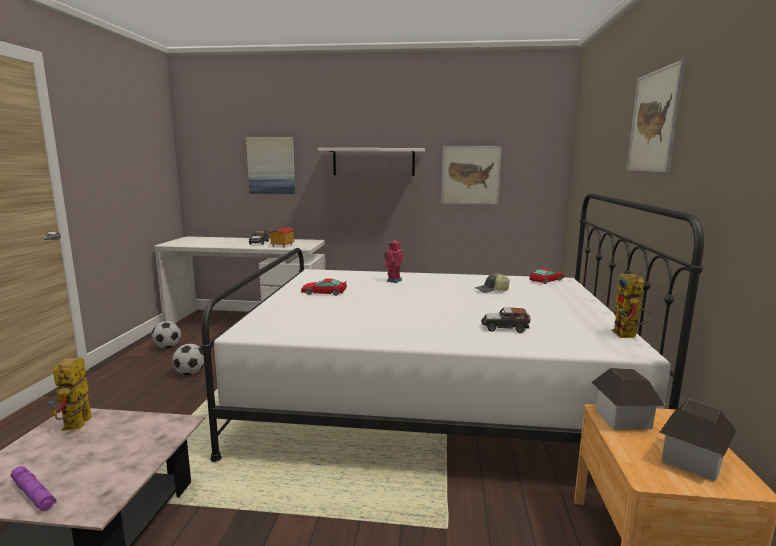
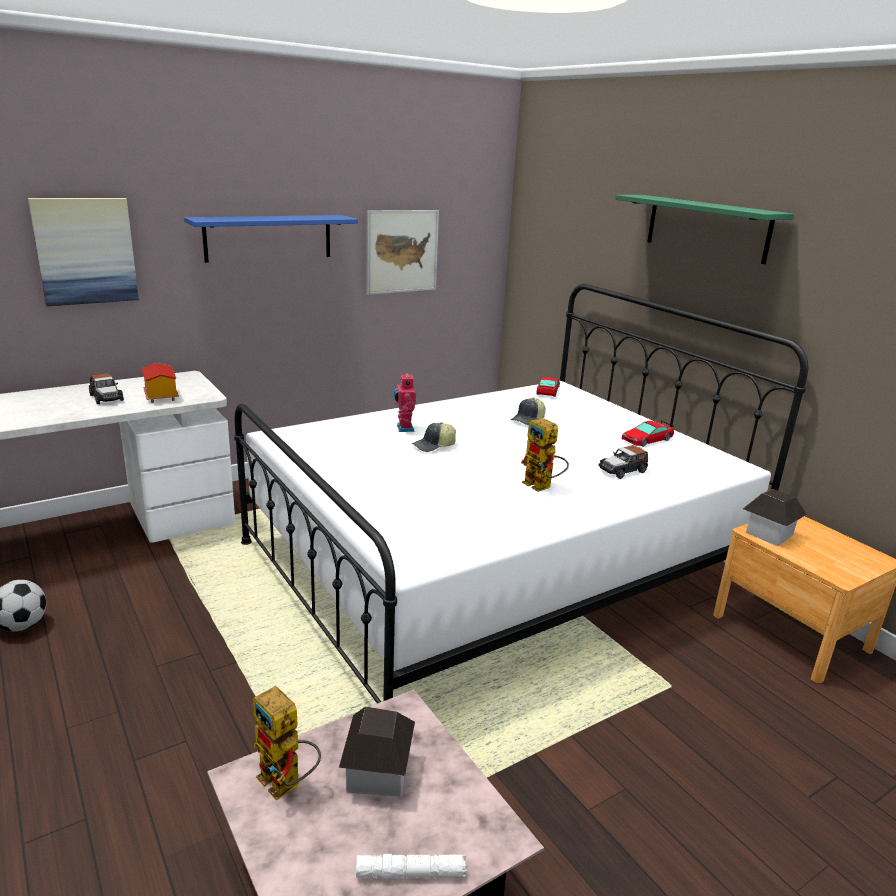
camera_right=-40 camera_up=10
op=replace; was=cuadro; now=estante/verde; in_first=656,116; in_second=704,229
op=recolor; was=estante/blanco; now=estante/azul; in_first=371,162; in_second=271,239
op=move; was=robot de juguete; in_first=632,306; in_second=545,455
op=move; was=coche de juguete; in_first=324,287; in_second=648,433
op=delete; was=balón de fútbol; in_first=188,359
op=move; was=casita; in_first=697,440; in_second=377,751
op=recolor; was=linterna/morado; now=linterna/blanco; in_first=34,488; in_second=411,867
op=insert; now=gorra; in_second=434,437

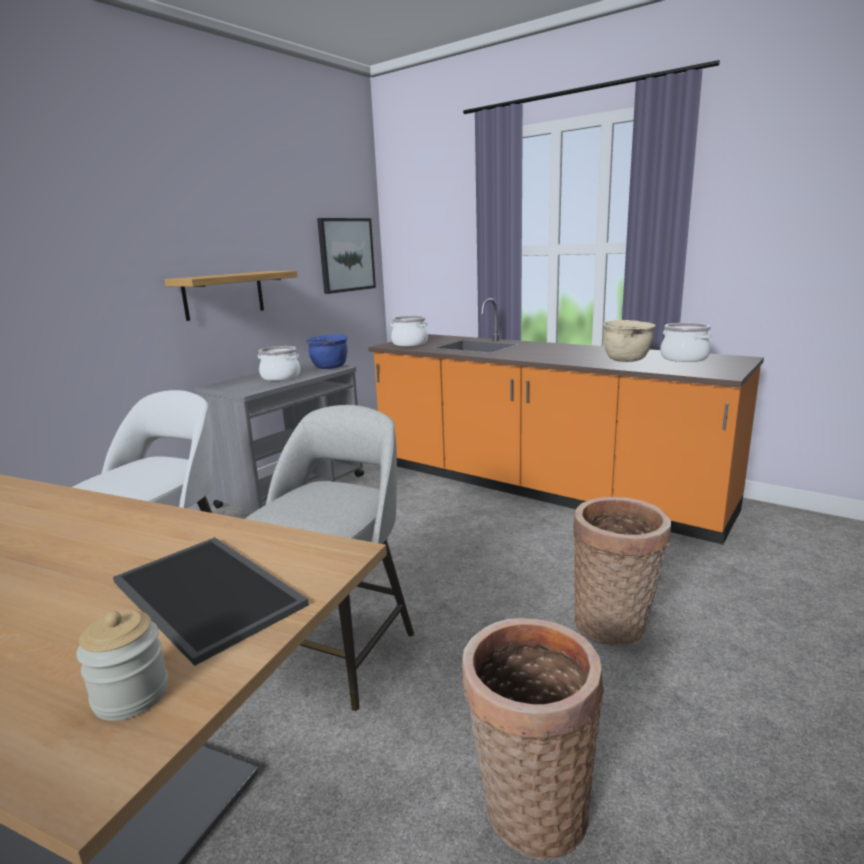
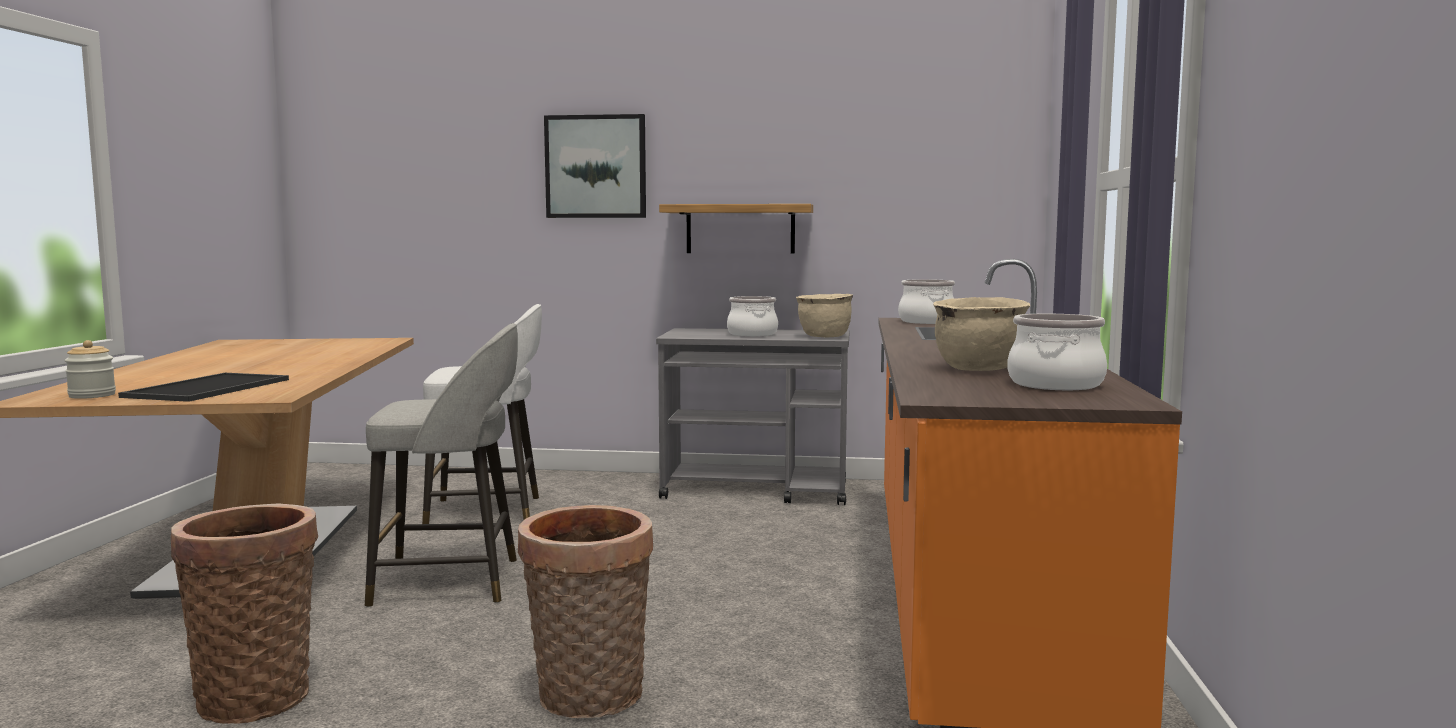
camera_right=60 camera_up=-10
op=move; was=cuadro; in_first=346,256; in_second=595,166
op=recolor; was=olla/azul; now=olla/beis; in_first=327,351; in_second=824,315

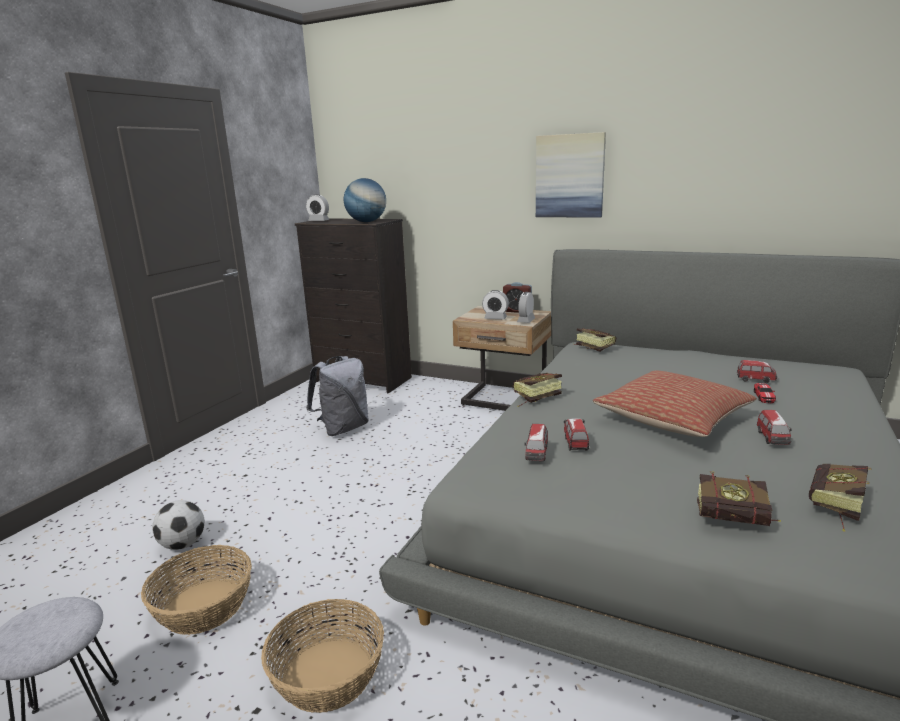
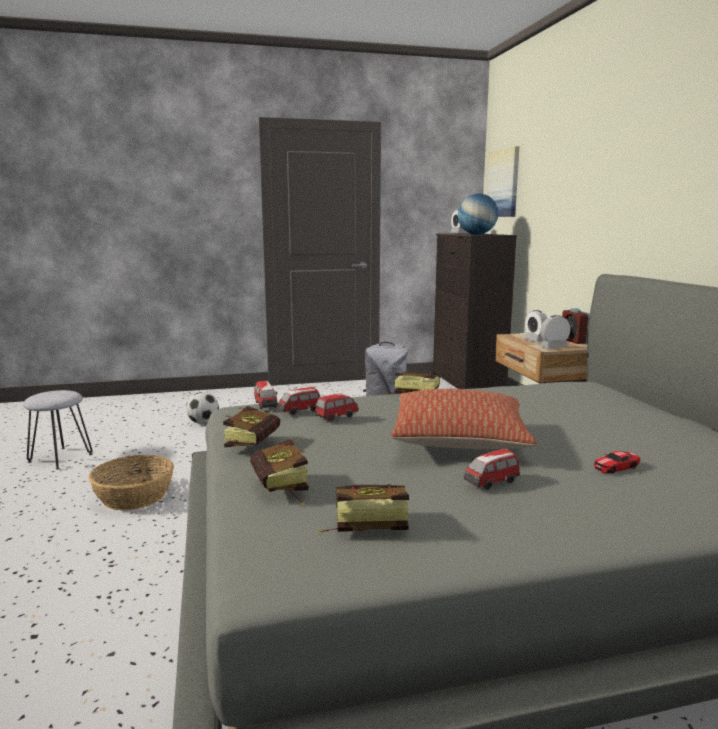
camera_right=50 camera_up=-5
op=move; was=cuadro; in_first=571,175; in_second=503,181
op=move; was=libro; in_first=595,340; in_second=251,426
op=move; was=coche de juguete; in_first=757,371; in_second=266,395
op=delete; was=cesta; in_first=196,590

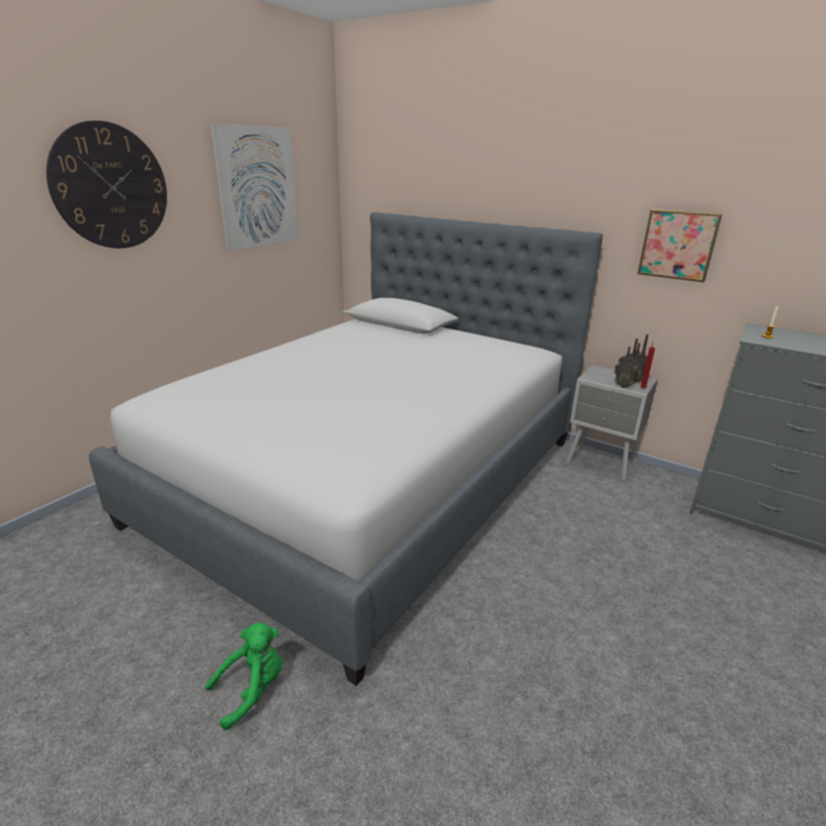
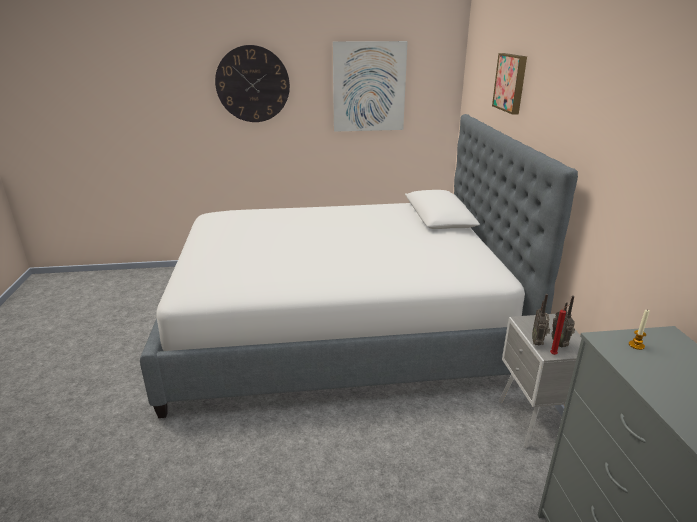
camera_right=50 camera_up=0
op=move; was=cuadro; in_first=680,245; in_second=509,84
op=delete; was=peluche/verde; in_first=243,676

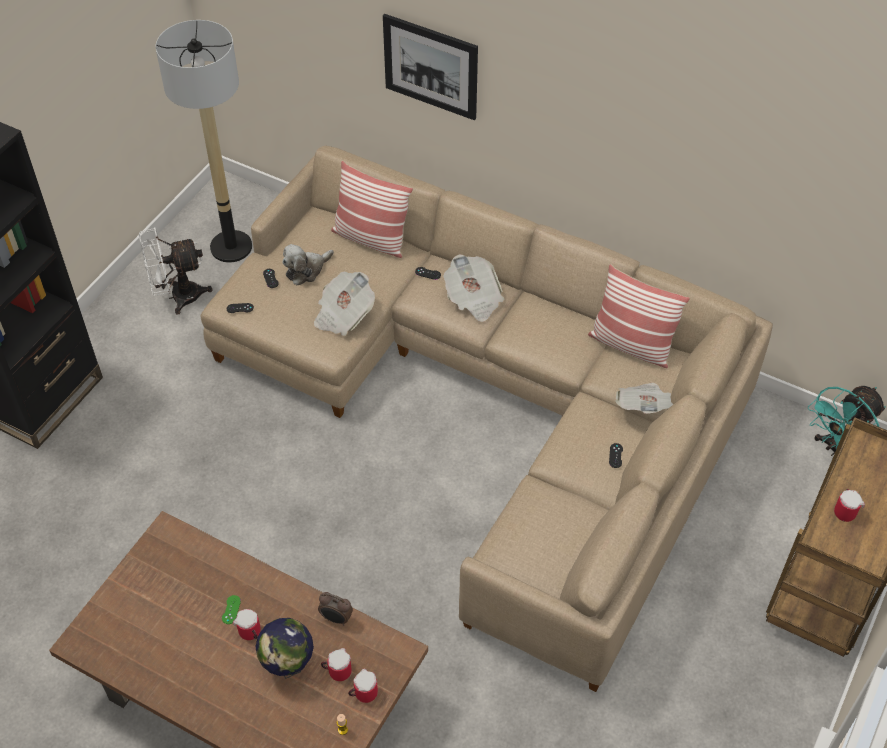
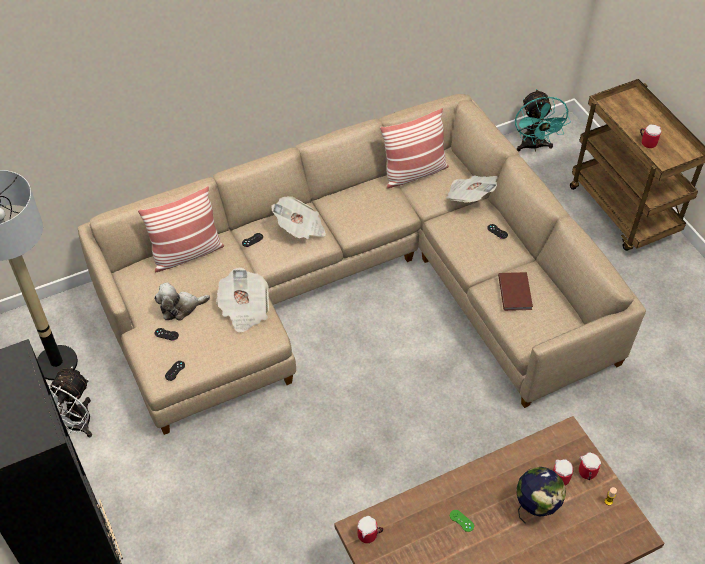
camera_right=-55 camera_up=0
op=delete; was=cuadro; in_first=430,67
op=rotate; was=peluche; in_first=308,265; in_second=182,302; clockwise=75
op=delete; was=despertador; in_first=335,608
op=move; was=taza grande; in_first=247,624; in_second=370,529
op=insert; now=libro/marrón; in_second=515,291

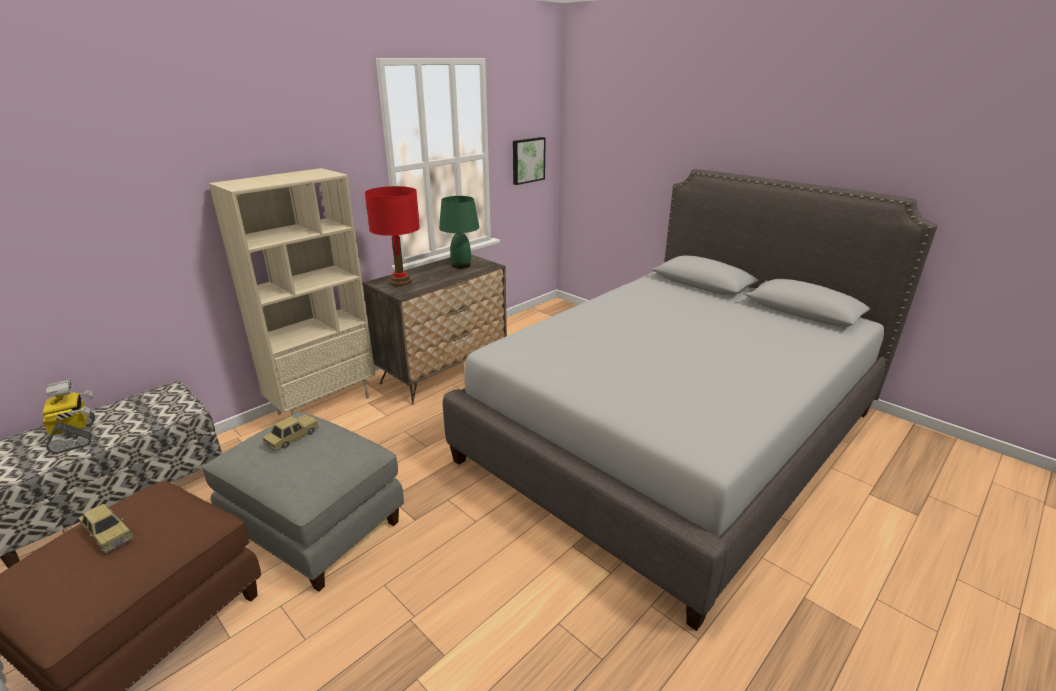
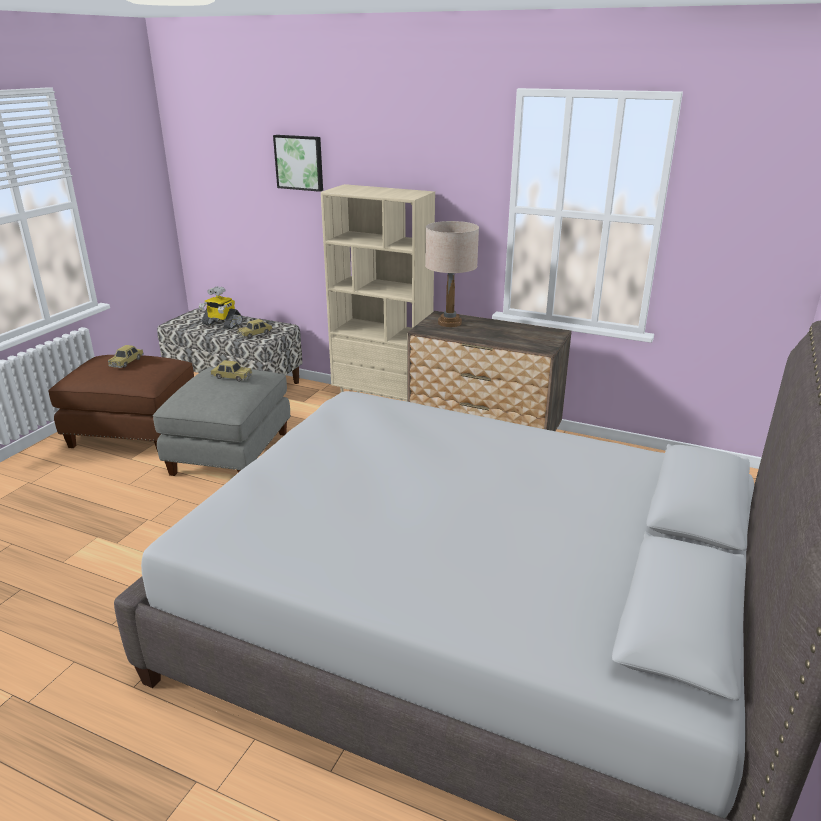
camera_right=70 camera_up=0
op=move; was=cuadro; in_first=529,161; in_second=298,163
op=recolor; was=lámpara de mesa/rojo; now=lámpara de mesa/beis; in_first=392,236; in_second=452,274
op=delete; was=lámpara de mesa/verde; in_first=459,232
op=rotate; was=robot de juguete; in_first=68,416; in_second=221,307; clockwise=75
op=insert; now=coche de juguete; in_second=255,328

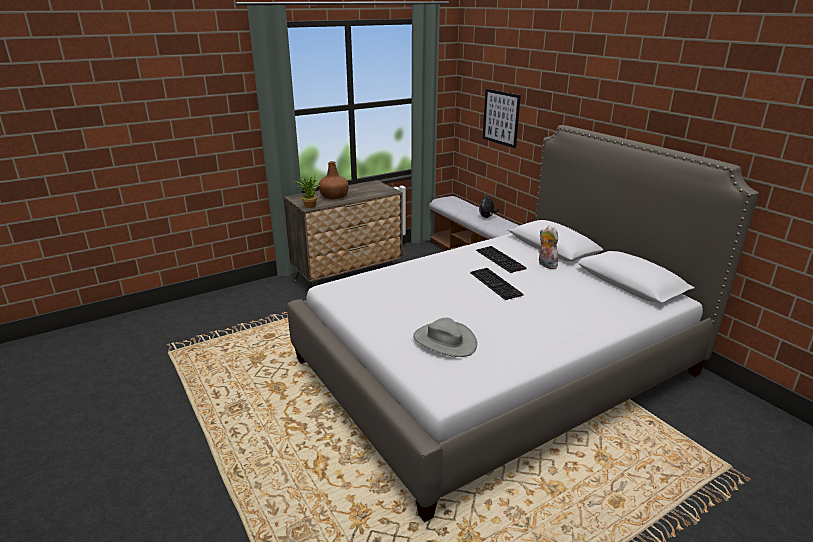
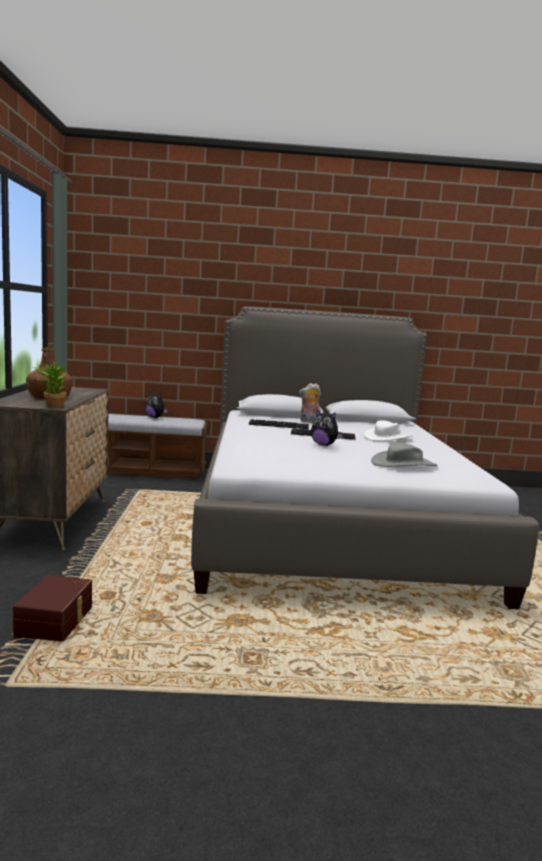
camera_right=-60 camera_up=-15
op=delete; was=cuadro; in_first=502,118
op=insert; now=peluche; in_second=327,427
op=insert; now=sombrero/blanco; in_second=388,430
op=insert; now=caja de almacenaje/marrón; in_second=52,608

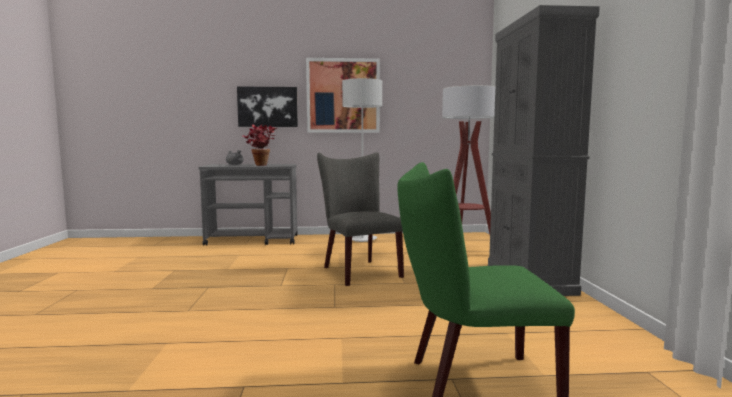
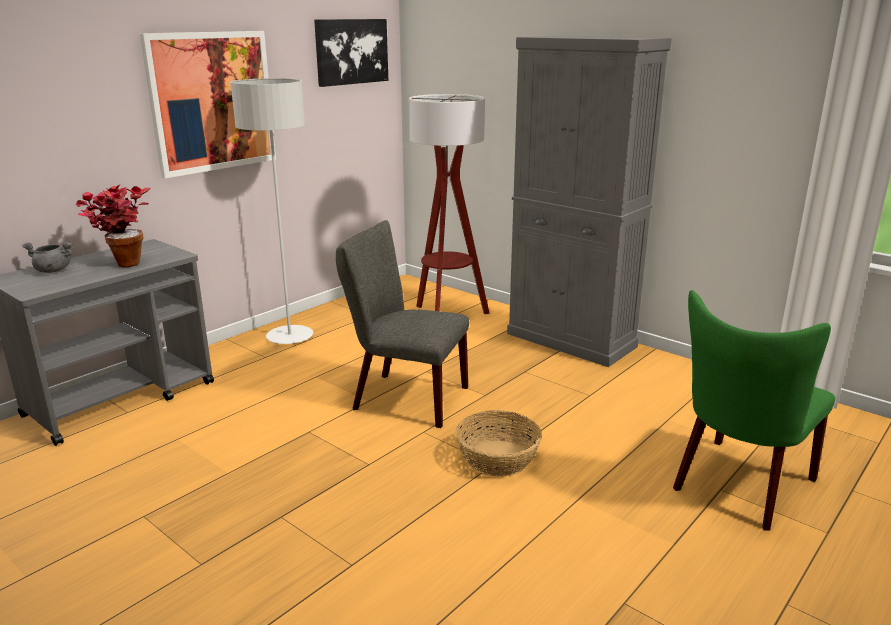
camera_right=-45 camera_up=15
op=move; was=cuadro; in_first=267,106; in_second=351,53
op=insert; now=cesta; in_second=499,443

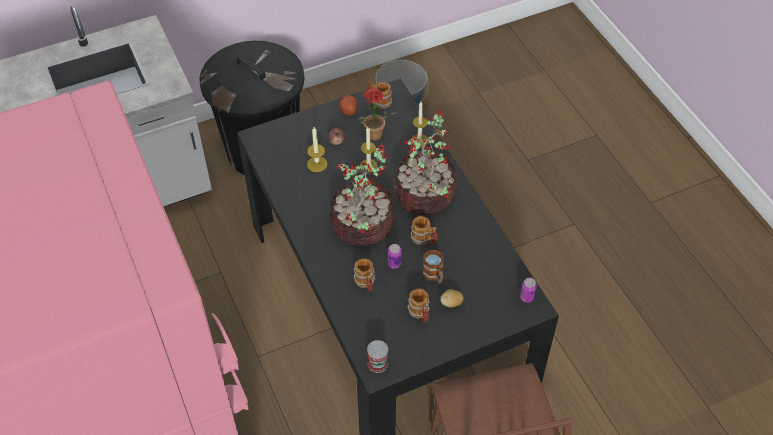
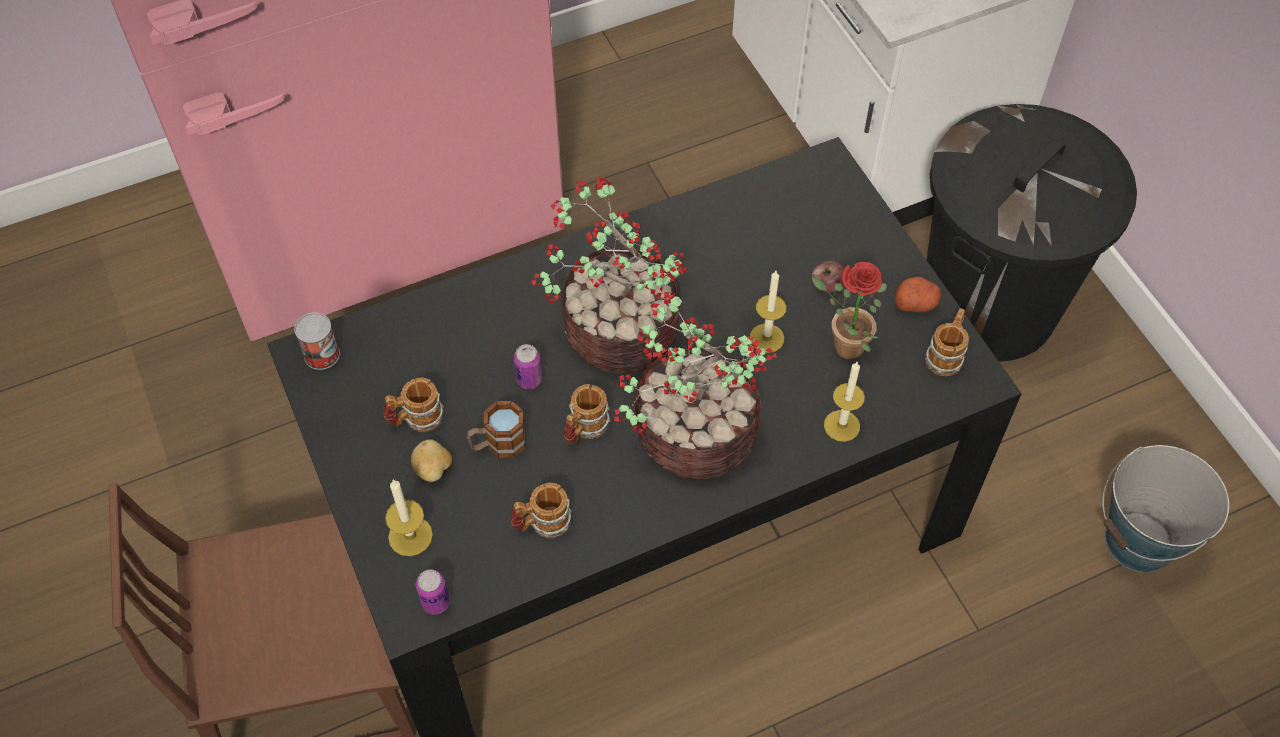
camera_right=90 camera_up=5
op=move; was=vela; in_first=317,149; in_second=409,517
op=move; was=taza grande; in_first=364,275; in_second=541,510

